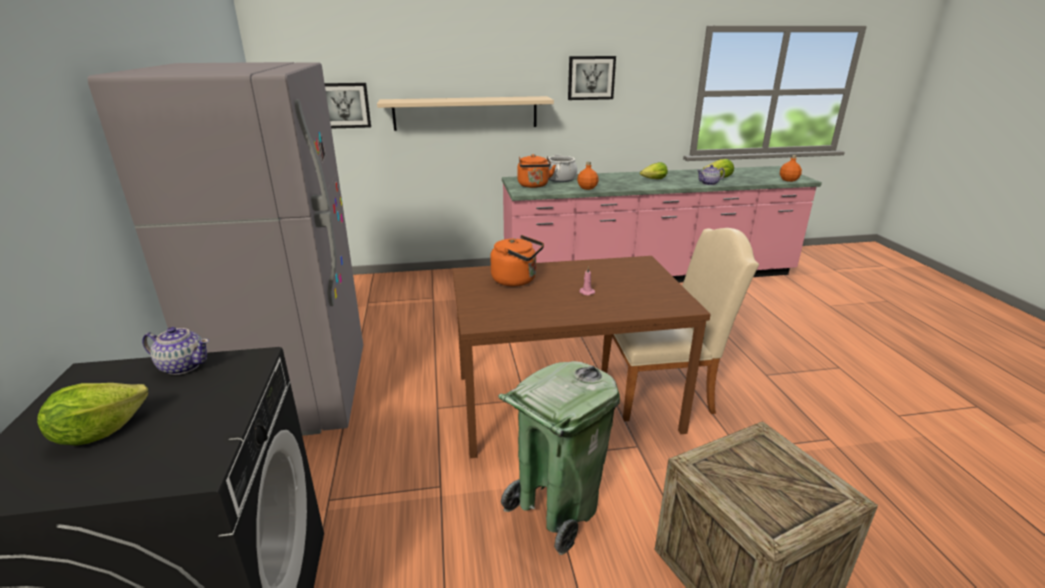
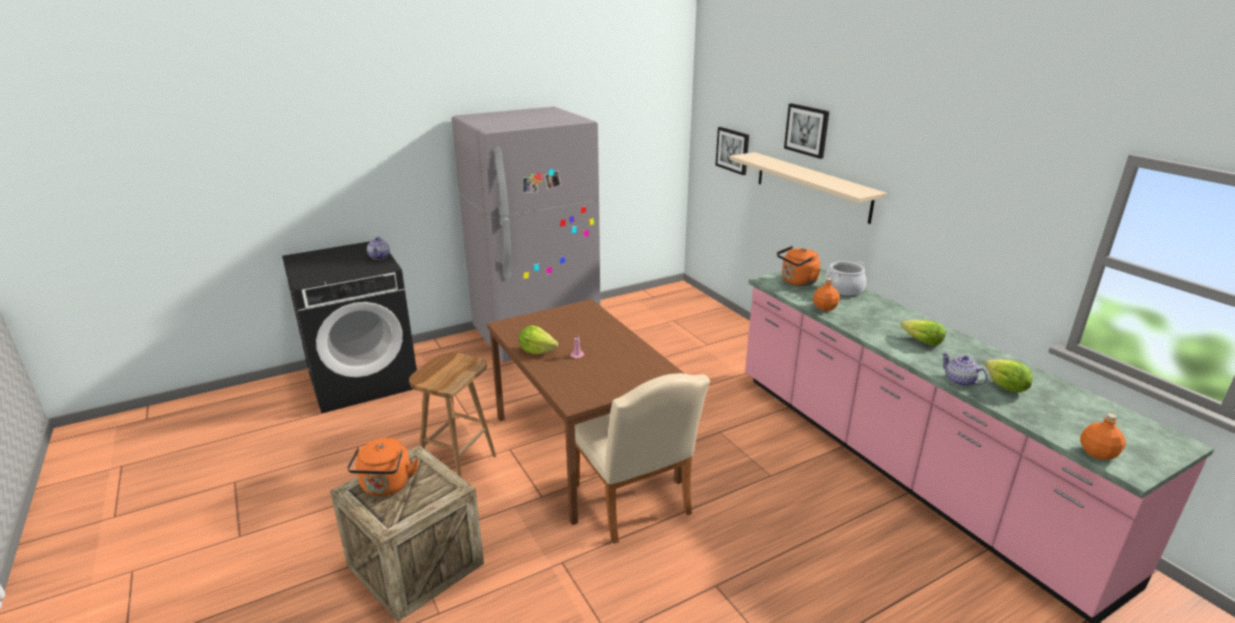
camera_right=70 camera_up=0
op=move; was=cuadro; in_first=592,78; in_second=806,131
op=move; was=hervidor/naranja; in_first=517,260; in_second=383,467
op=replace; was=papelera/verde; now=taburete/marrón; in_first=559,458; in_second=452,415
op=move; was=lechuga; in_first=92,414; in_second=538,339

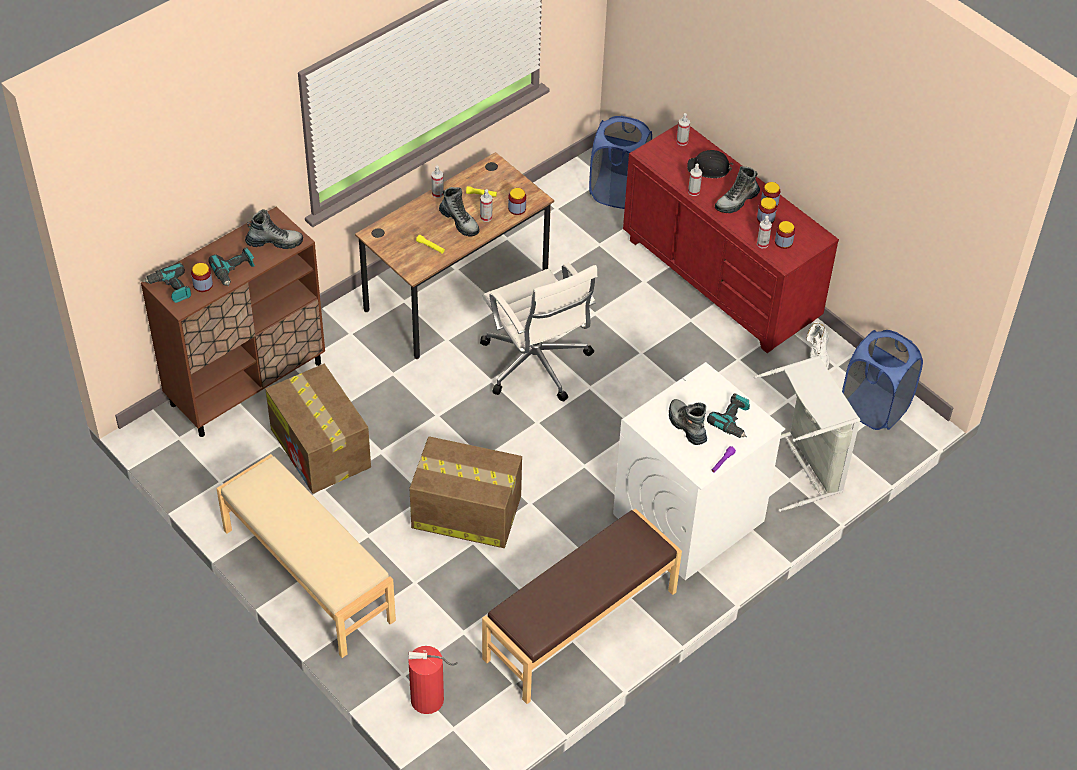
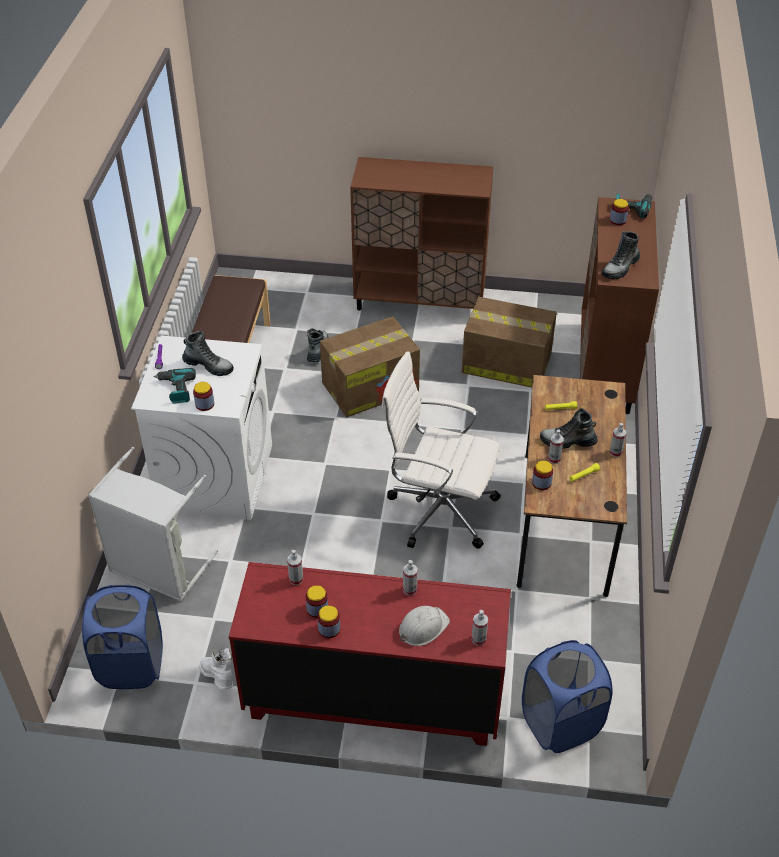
camera_right=140 camera_up=-5
op=recolor; was=casco/negro; now=casco/blanco; in_first=710,164; in_second=424,626
op=move; was=bota; in_first=737,189; in_second=318,345
op=move; was=tarro; in_first=785,235; in_second=203,396
op=delete; was=taladro; in_first=231,266
op=replace; was=banco/beis; now=armario/marrón; in_first=306,556; in_second=421,234
op=delete; was=extintor; in_first=433,680

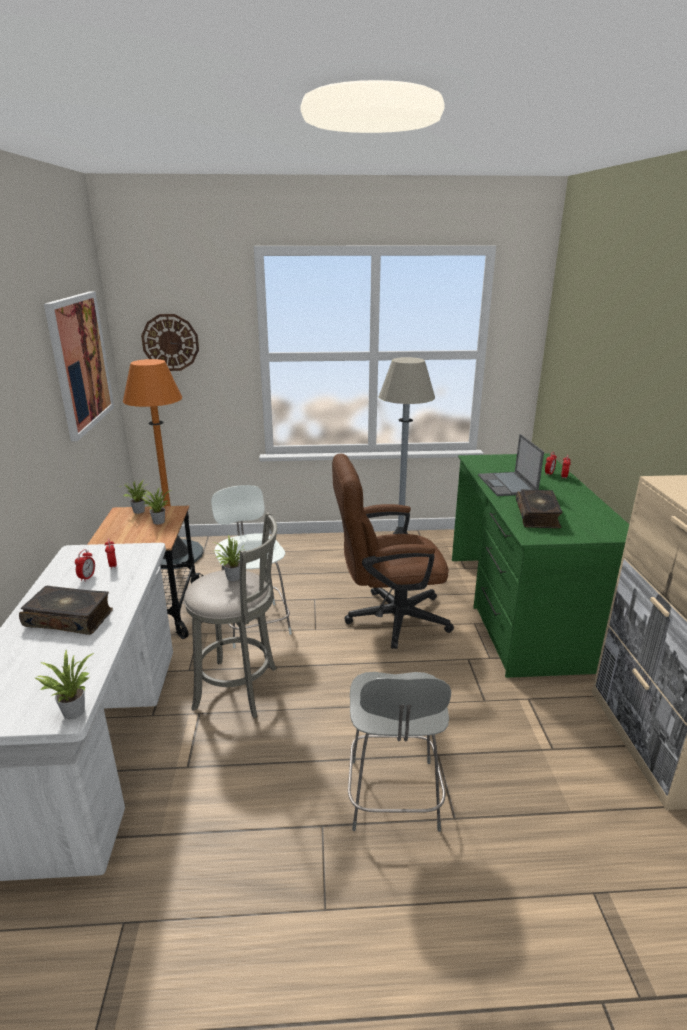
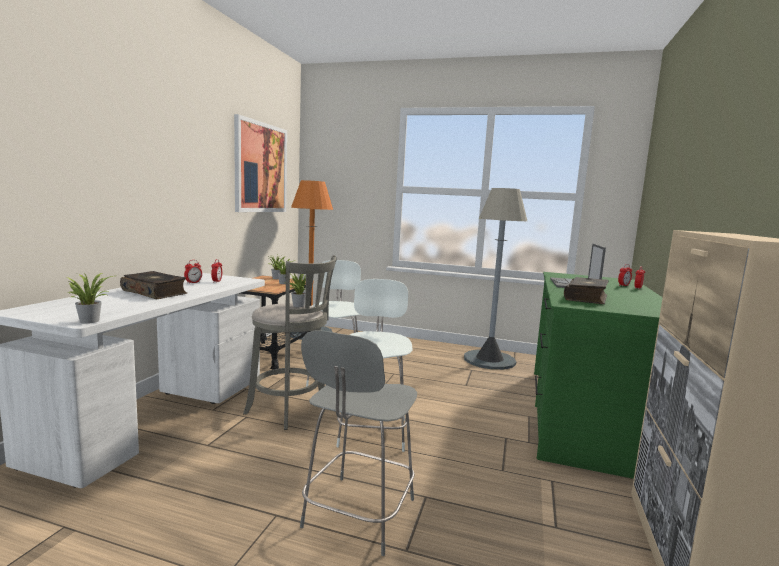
camera_right=20 camera_up=-15
op=delete; was=reloj de pared; in_first=170,342
op=delete; was=silla de oficina/marrón; in_first=393,551
op=insert; now=silla/blanco; in_second=374,365

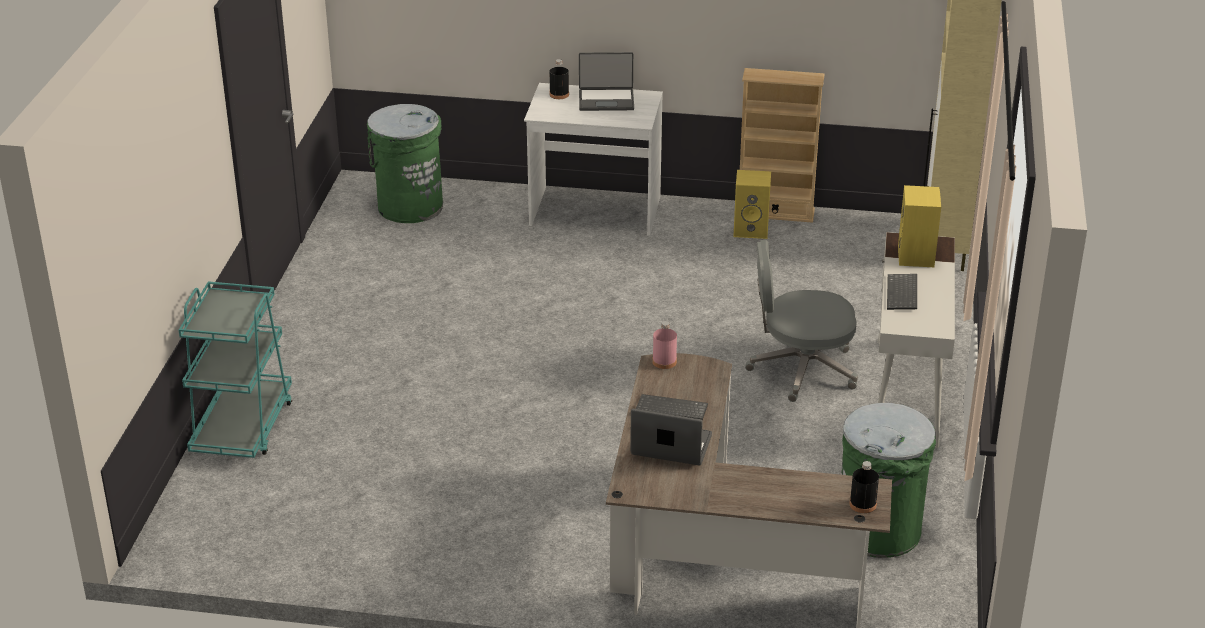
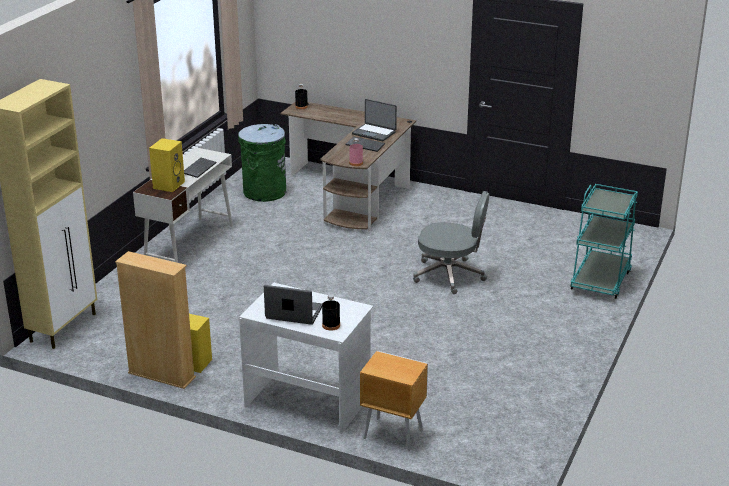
camera_right=-165 camera_up=-5
op=delete; was=papelera/verde; in_first=405,163
op=move; was=silla de oficina/gris; in_first=801,321; in_second=451,242
op=insert; now=mesita de noche/marrón; in_second=394,401

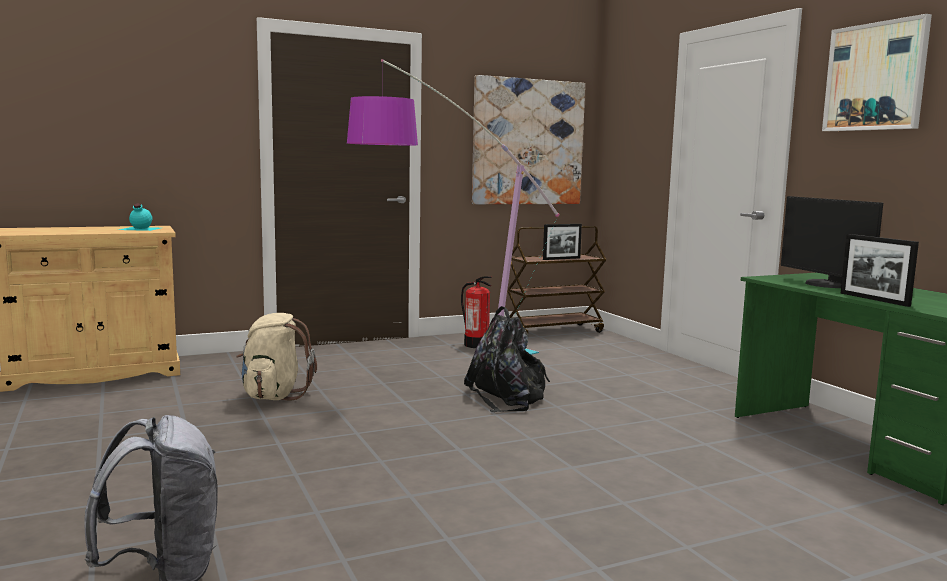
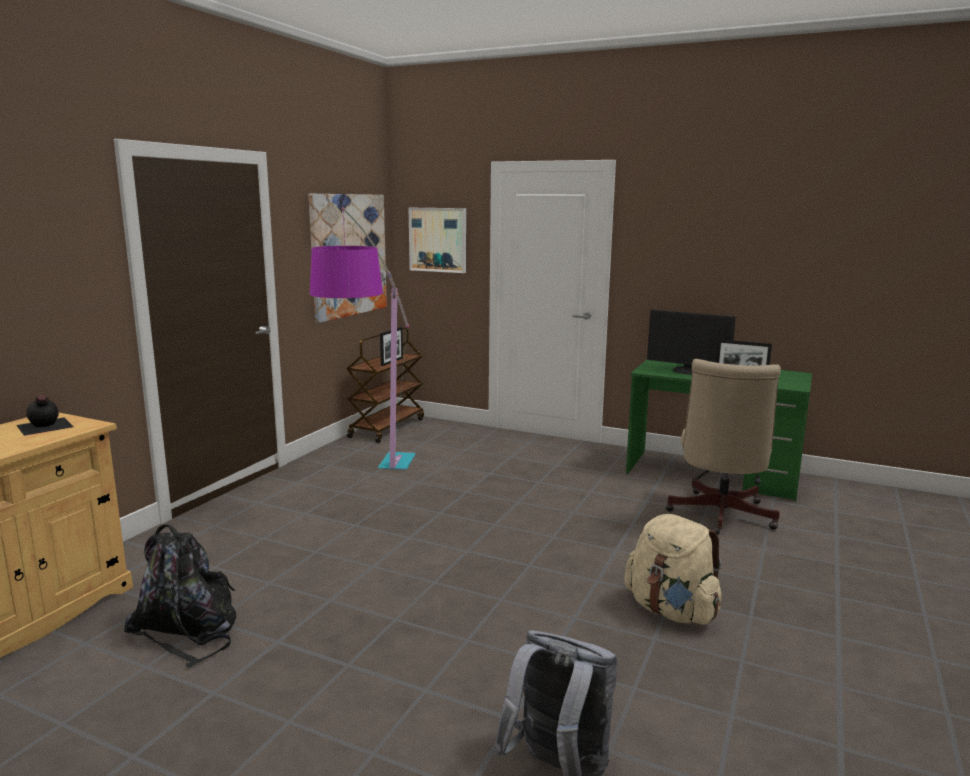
camera_right=-40 camera_up=5
op=move; was=cuadro; in_first=877,72; in_second=437,240
op=recolor; was=botella/turquesa; now=botella/negro; in_first=139,217; in_second=45,415
op=delete; was=extintor; in_first=476,312
op=move; was=mochila/negro; in_first=507,359; in_second=180,596
op=move; was=mochila/beis; in_first=276,356; in_second=673,569
op=insert; now=silla de oficina/beis; in_second=723,447

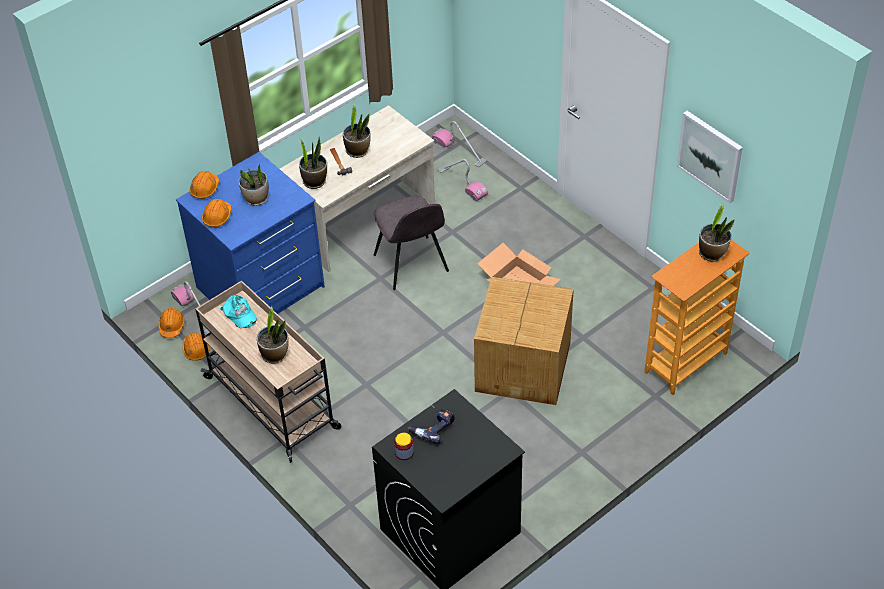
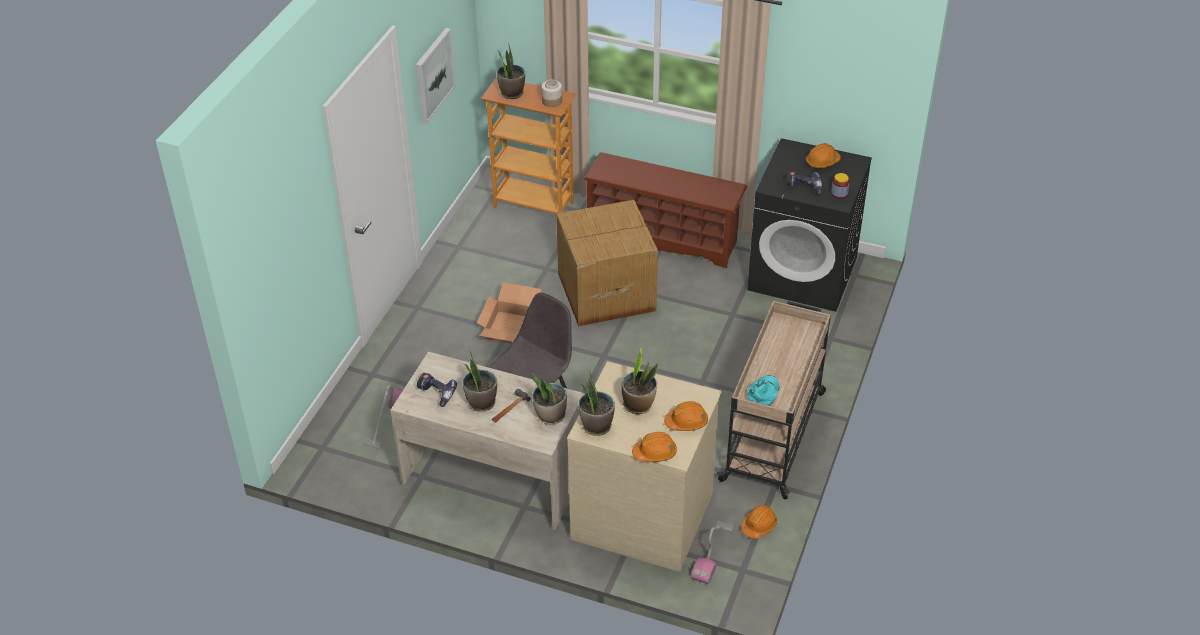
camera_right=-120 camera_up=-5
op=delete; was=aspiradora; in_first=459,144
op=recolor; was=cómoda/azul; now=cómoda/beis; in_first=250,233; in_second=644,466
op=move; was=planta en maceta; in_first=273,335; in_second=596,403
op=move; was=casco/naranja; in_first=171,323; in_second=823,155
op=insert; now=tarro; in_second=552,93
op=insert; now=zapatero/marrón; in_second=665,210
op=insert; now=taladro; in_second=437,390

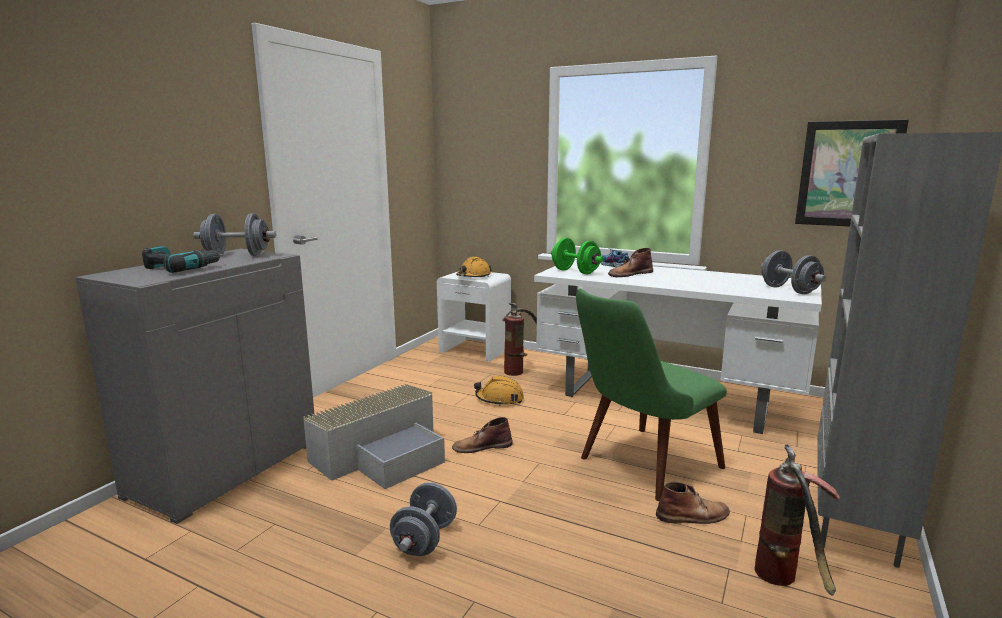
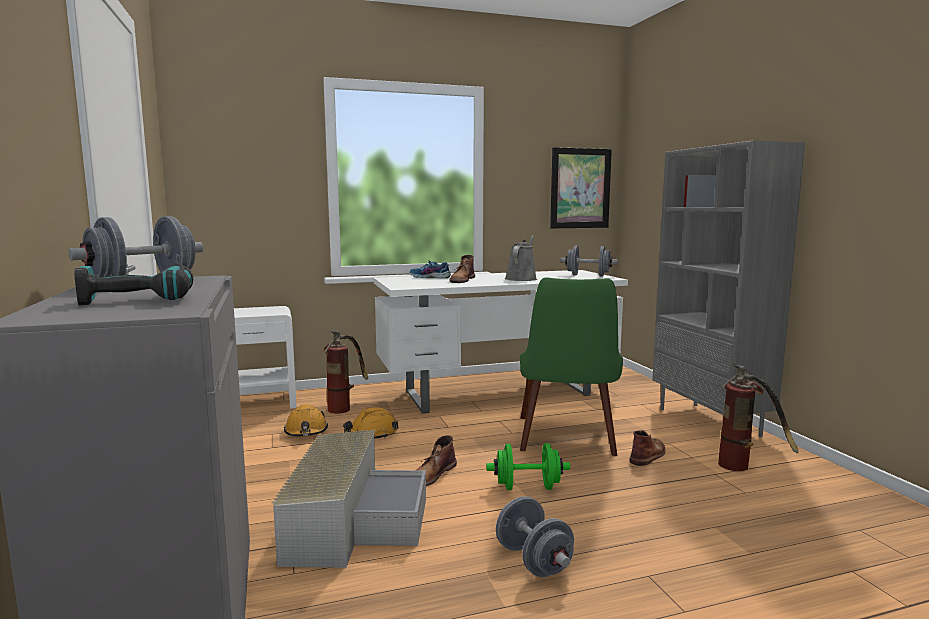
camera_right=-45 camera_up=-5
op=move; was=mancuerna/verde; in_first=577,256; in_second=528,466
op=move; was=casco/naranja; in_first=474,267; in_second=306,420
op=insert; now=regadera/gris; in_second=521,258

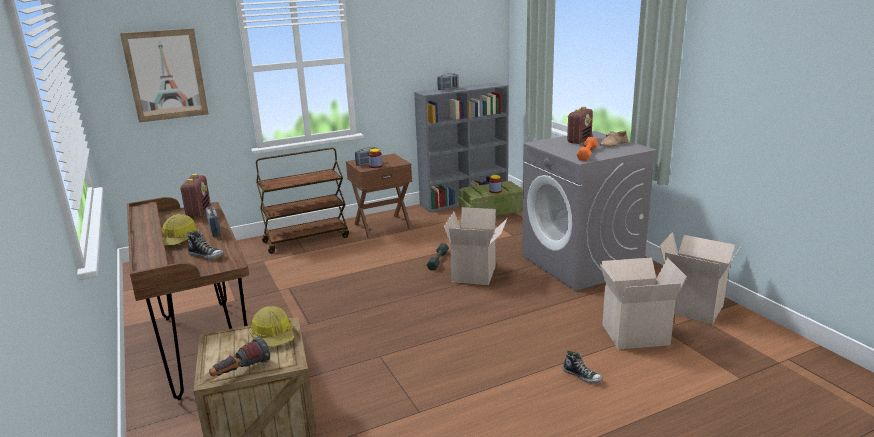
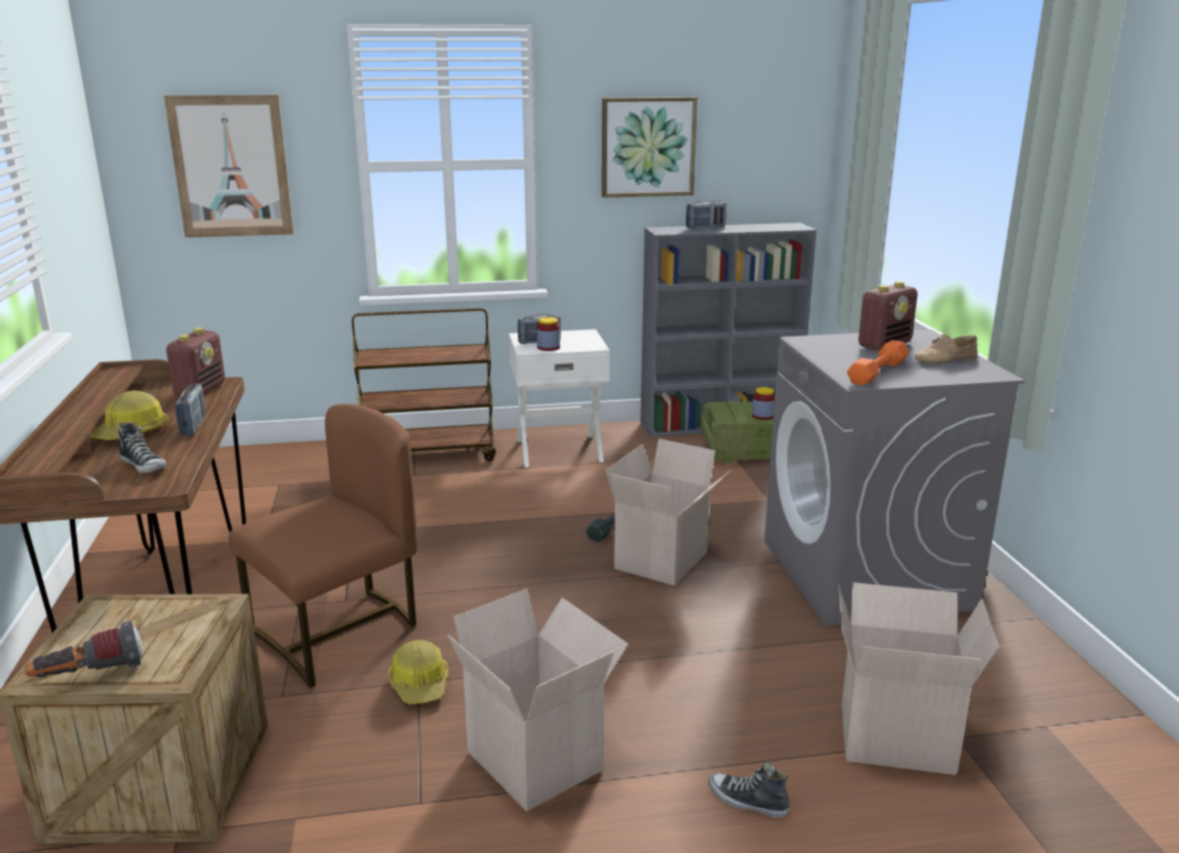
camera_right=15 camera_up=0
op=recolor; was=mesita de noche/marrón; now=mesita de noche/blanco; in_first=379,196; in_second=559,398
op=move; was=caja de cartón; in_first=700,278; in_second=538,700
op=move; was=casco; in_first=271,326; in_second=418,672
op=rotate; was=zapato; in_first=583,367; in_second=749,790; clockwise=150
op=insert; now=cuadro; in_second=649,147
op=insert; now=silla/marrón; in_second=323,546

